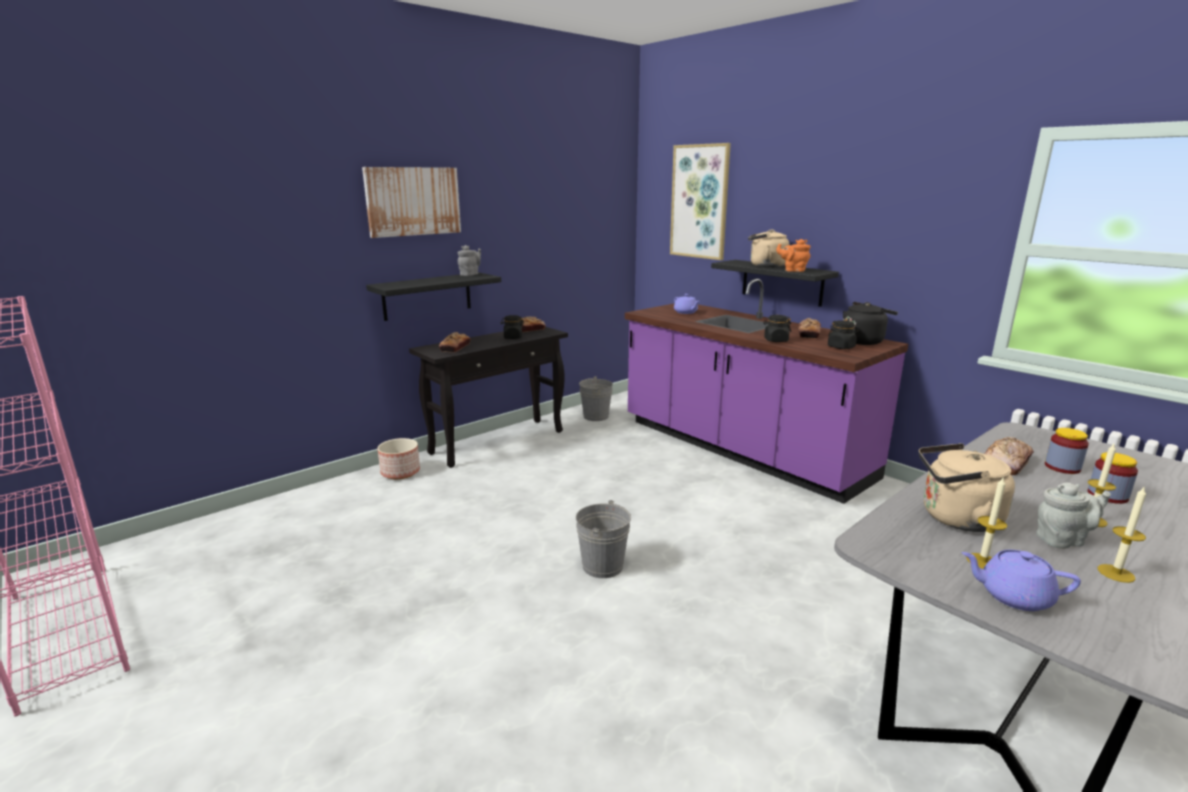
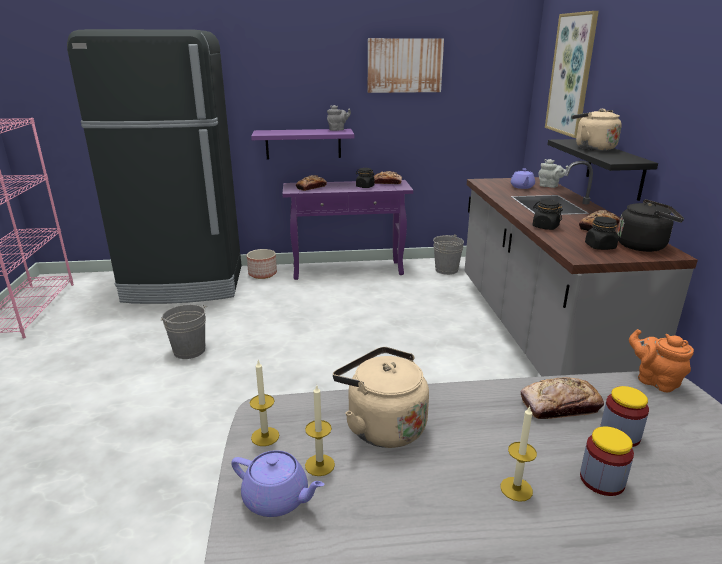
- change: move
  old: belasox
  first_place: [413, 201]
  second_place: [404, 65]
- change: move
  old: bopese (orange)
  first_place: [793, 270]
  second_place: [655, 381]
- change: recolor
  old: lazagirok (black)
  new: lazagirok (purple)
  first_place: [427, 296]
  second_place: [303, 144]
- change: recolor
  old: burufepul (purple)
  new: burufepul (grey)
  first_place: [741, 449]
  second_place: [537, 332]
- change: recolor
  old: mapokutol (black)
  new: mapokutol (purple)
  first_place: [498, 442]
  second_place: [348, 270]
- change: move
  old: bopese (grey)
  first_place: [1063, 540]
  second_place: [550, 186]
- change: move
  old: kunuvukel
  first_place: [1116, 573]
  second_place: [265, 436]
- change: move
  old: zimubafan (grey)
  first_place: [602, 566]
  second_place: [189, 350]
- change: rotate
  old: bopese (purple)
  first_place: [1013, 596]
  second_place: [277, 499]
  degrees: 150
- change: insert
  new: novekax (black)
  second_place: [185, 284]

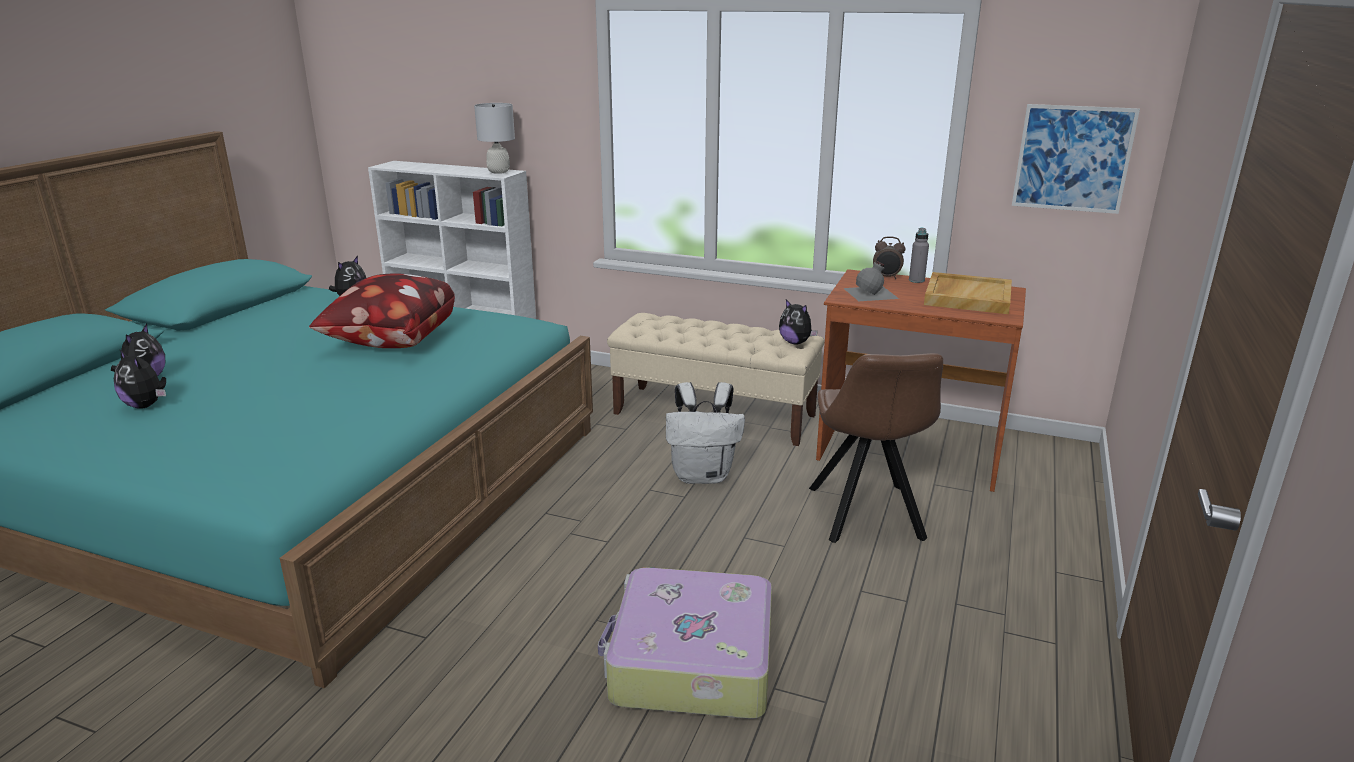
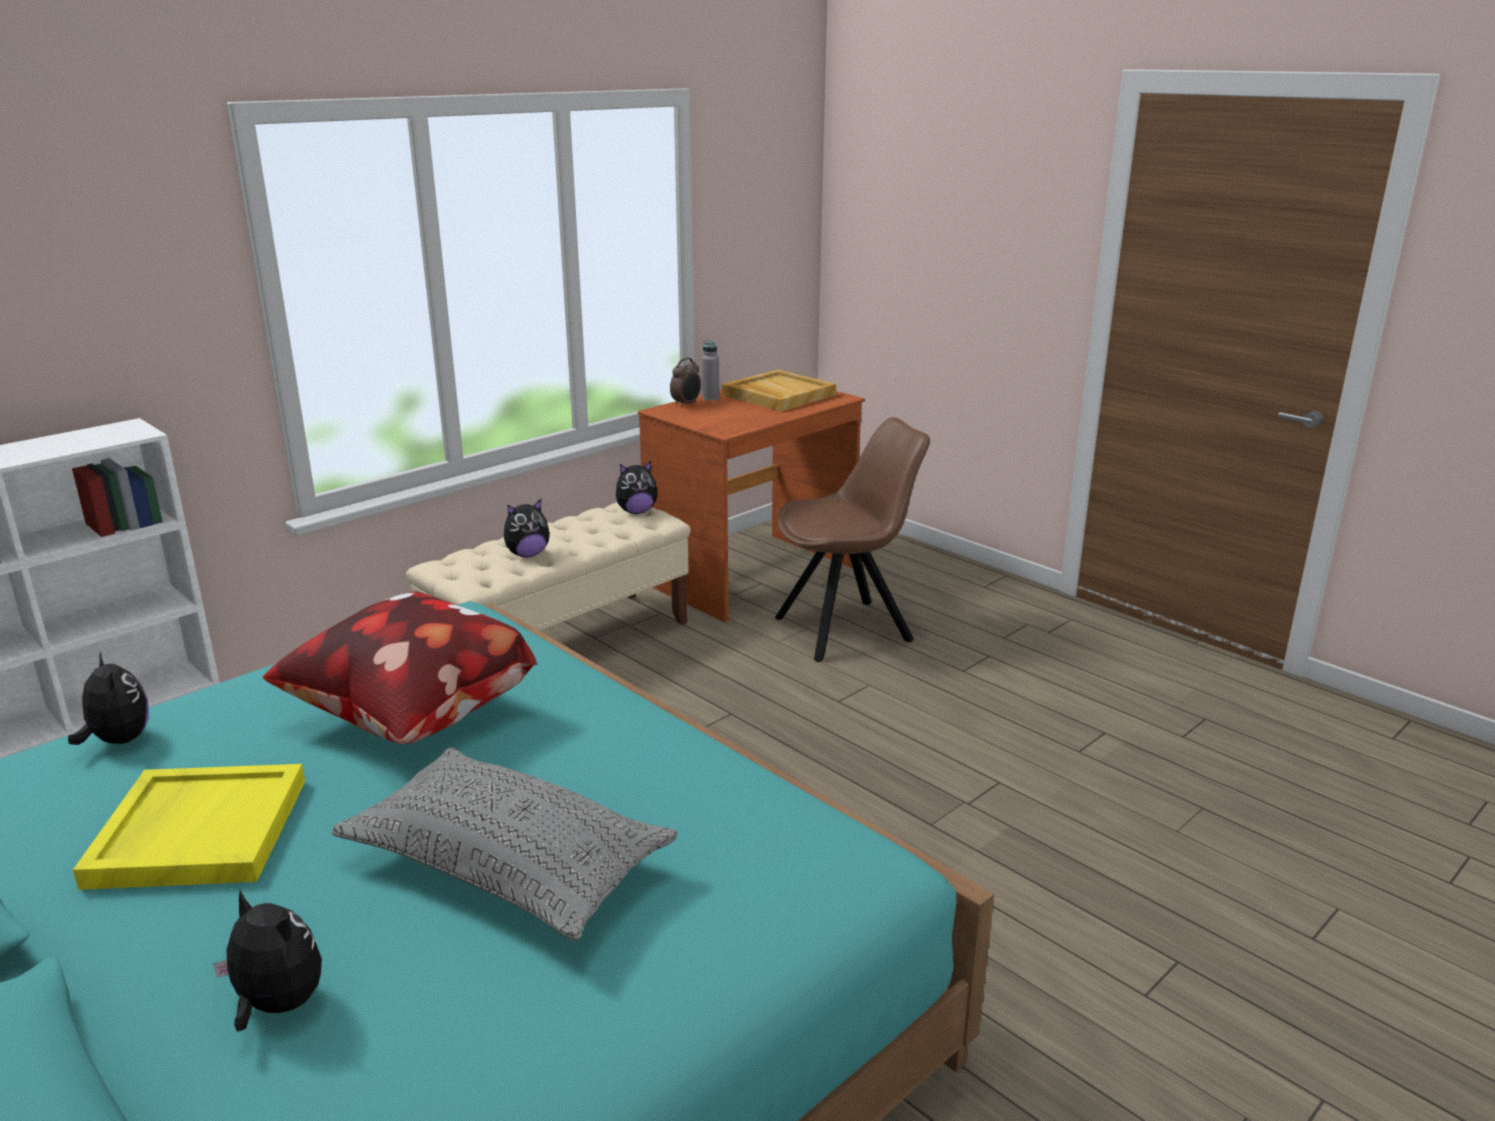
- change: delete
  old: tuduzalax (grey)
  first_place: [499, 172]
- change: delete
  old: belasox
  first_place: [1073, 158]
- change: delete
  old: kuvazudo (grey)
  first_place: [871, 293]
- change: move
  old: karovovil
  first_place: [146, 405]
  second_place: [527, 554]
- change: rotate
  old: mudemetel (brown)
  first_place: [866, 513]
  second_place: [844, 630]
  degrees: -45
- change: delete
  old: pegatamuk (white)
  first_place: [703, 475]
- change: delete
  old: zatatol
  first_place: [690, 662]
- change: insert
  new: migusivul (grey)
  second_place: [508, 866]
- change: insert
  new: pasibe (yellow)
  second_place: [198, 831]

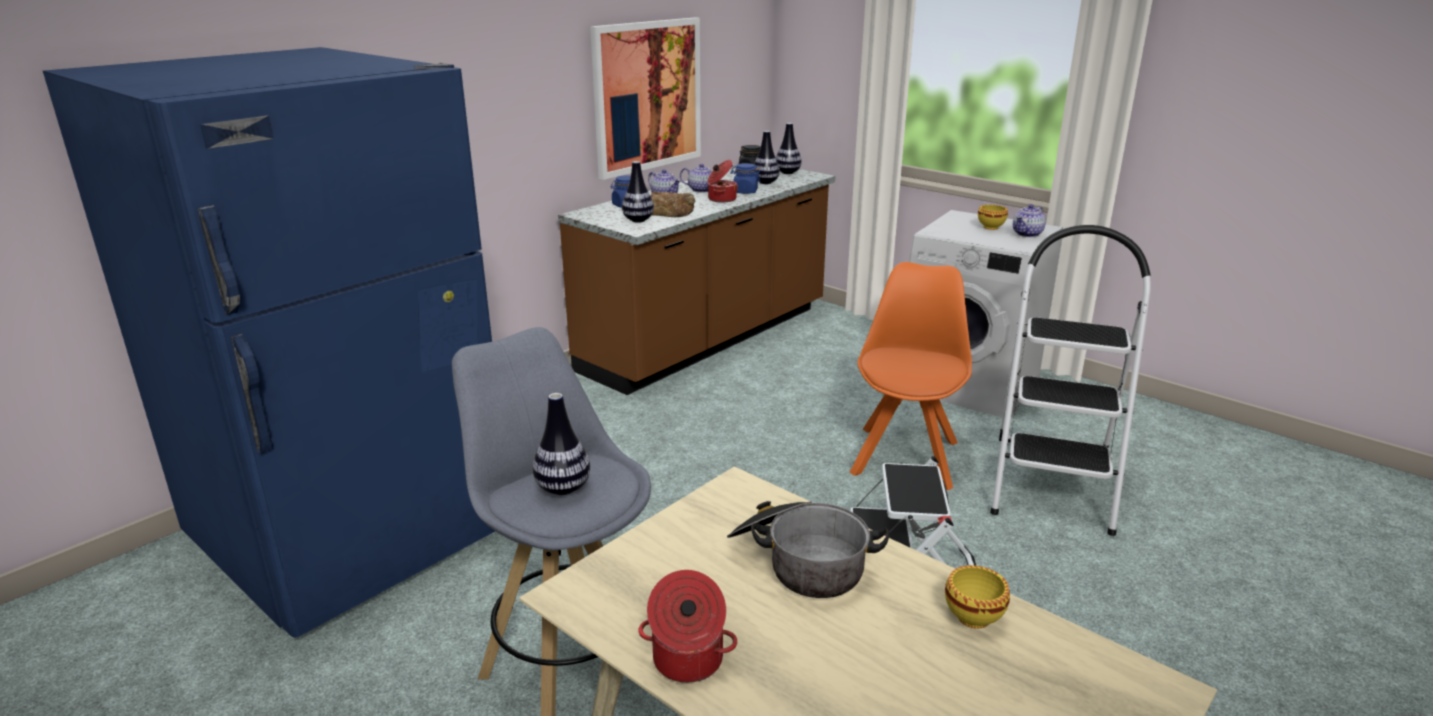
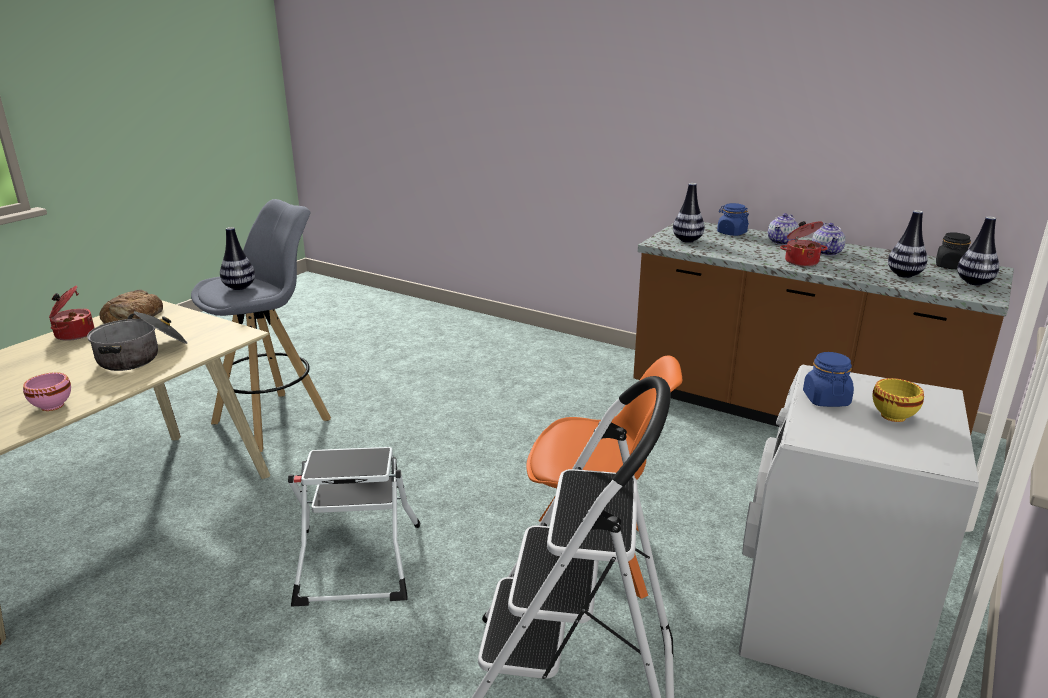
- change: delete
  old: belasox
  first_place: [647, 96]
- change: delete
  old: novekax (blue)
  first_place: [352, 530]
- change: move
  old: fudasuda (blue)
  first_place: [745, 192]
  second_place: [825, 399]
- change: move
  old: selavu
  first_place: [670, 211]
  second_place: [133, 317]
- change: delete
  old: bopese
  first_place: [1027, 234]
- change: recolor
  old: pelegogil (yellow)
  new: pelegogil (pink)
  first_place: [971, 616]
  second_place: [54, 405]

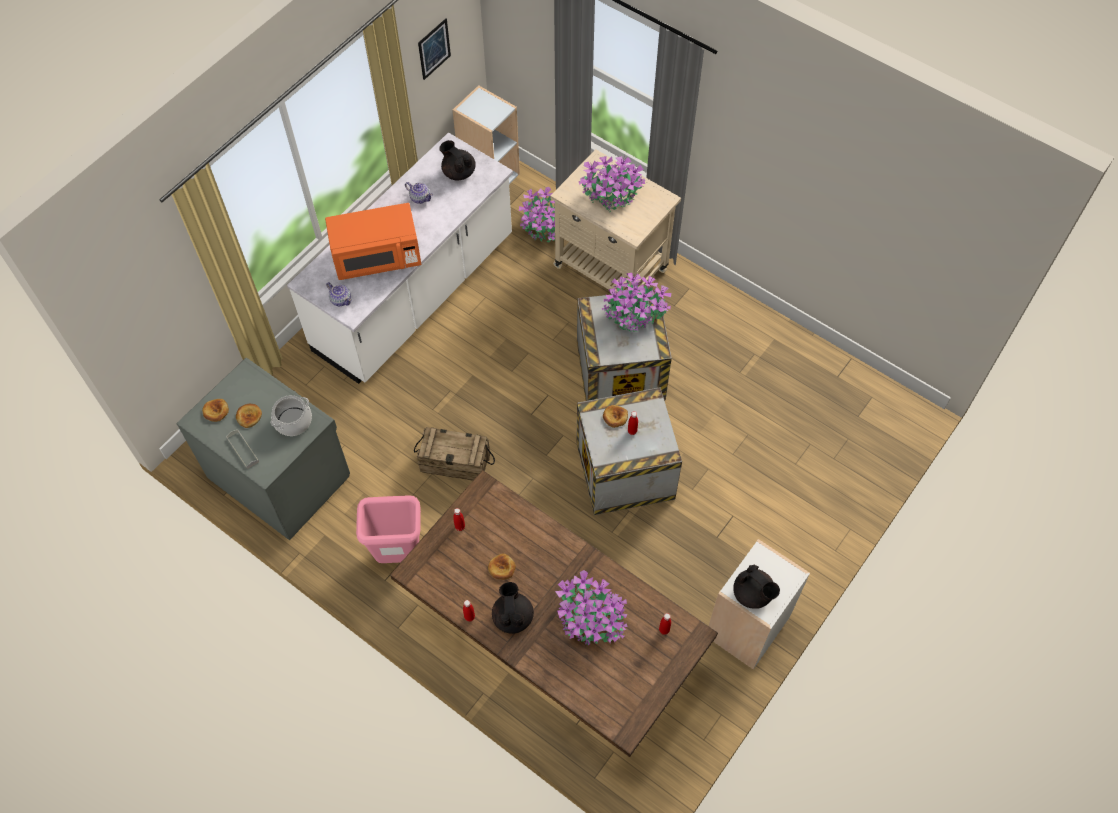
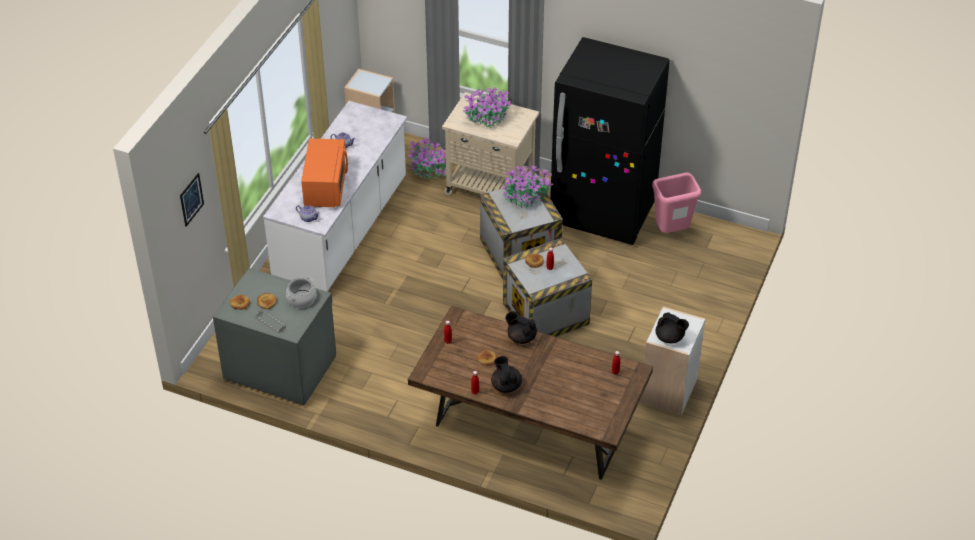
- change: move
  old: belasox
  first_place: [434, 49]
  second_place: [191, 199]
- change: move
  old: bopese (black)
  first_place: [458, 172]
  second_place: [521, 337]
- change: rotate
  old: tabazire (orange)
  first_place: [377, 257]
  second_place: [325, 187]
  degrees: -60
- change: delete
  old: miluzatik
  first_place: [455, 463]
- change: move
  old: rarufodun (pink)
  first_place: [399, 554]
  second_place: [672, 232]
- change: delete
  old: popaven
  first_place: [591, 619]
- change: insert
  new: novekax (black)
  second_place: [603, 214]

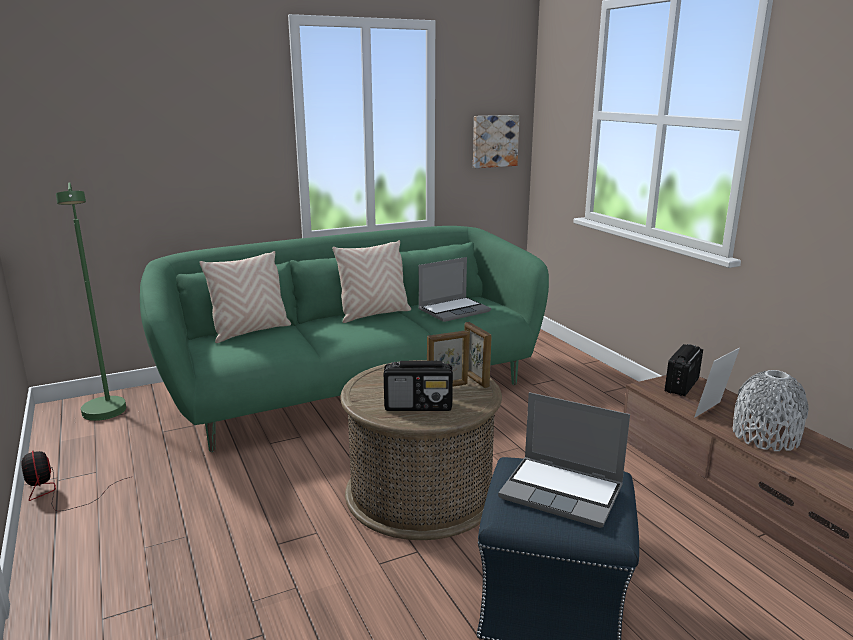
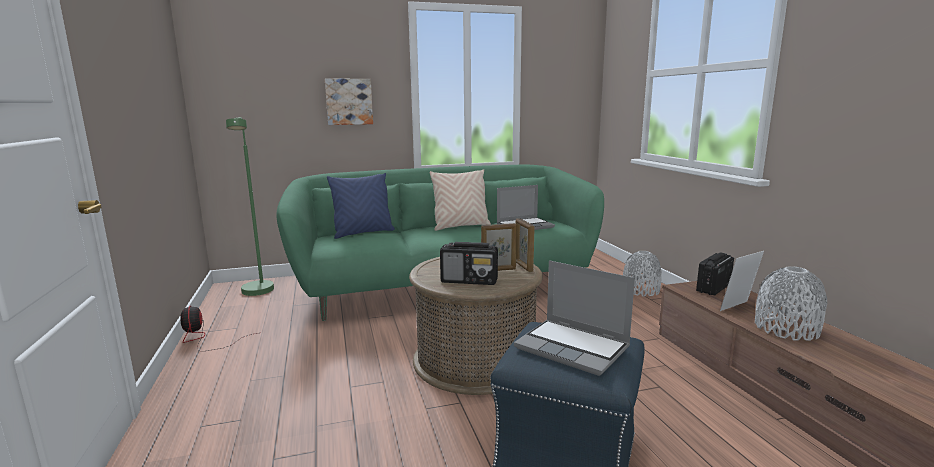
- change: move
  old: belasox
  first_place: [494, 141]
  second_place: [349, 101]
- change: recolor
  old: migusivul (beige)
  new: migusivul (blue)
  first_place: [250, 331]
  second_place: [363, 233]
- change: insert
  new: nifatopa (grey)
  second_place: [641, 290]

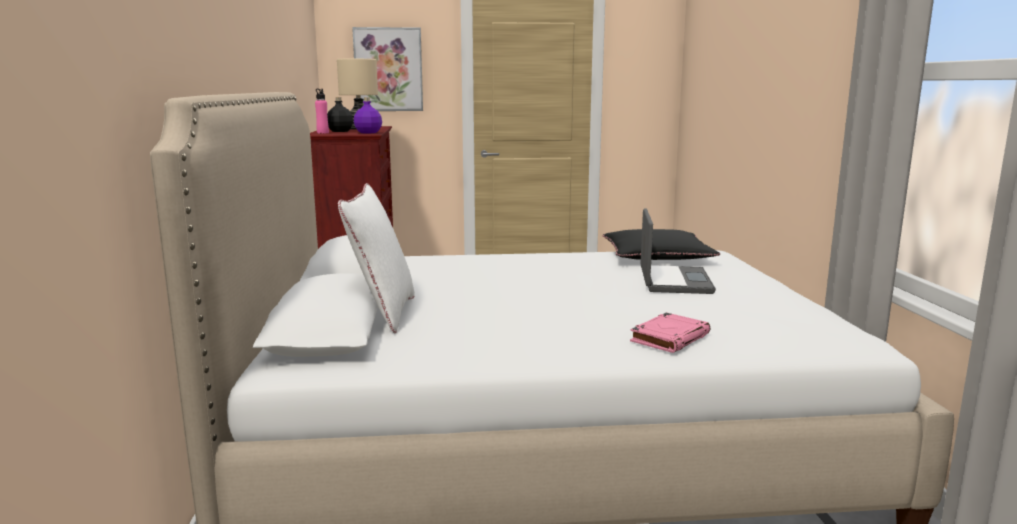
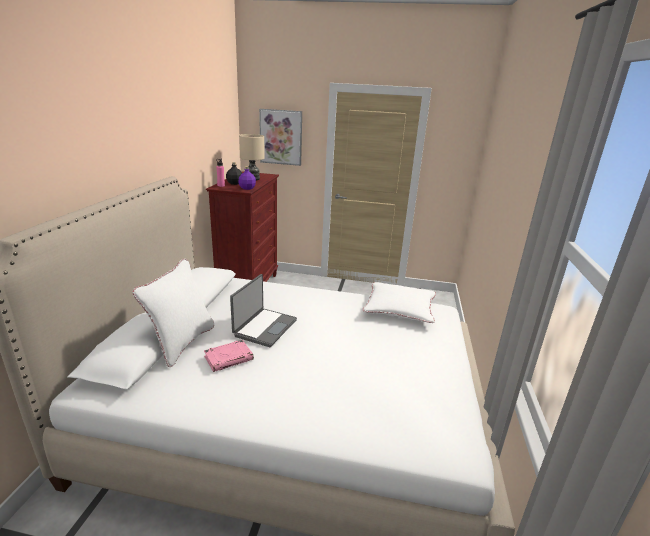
- change: move
  old: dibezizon
  first_place: [673, 281]
  second_place: [264, 327]
- change: recolor
  old: migusivul (black)
  new: migusivul (white)
  first_place: [657, 256]
  second_place: [399, 308]
- change: move
  old: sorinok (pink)
  first_place: [670, 338]
  second_place: [229, 358]

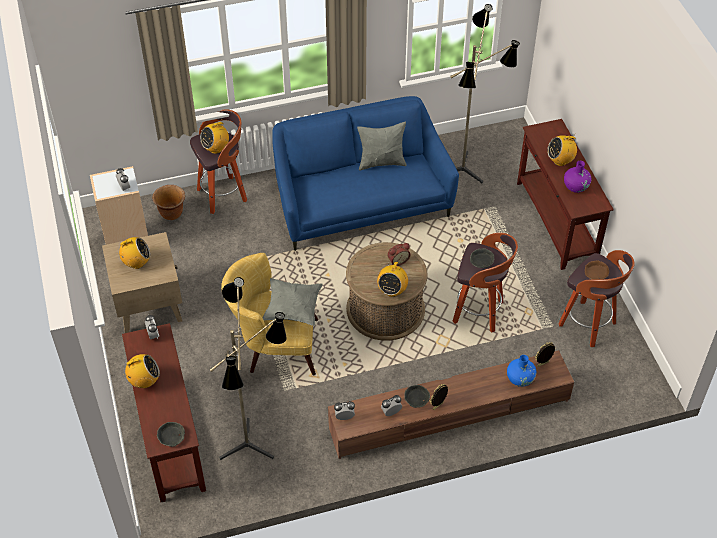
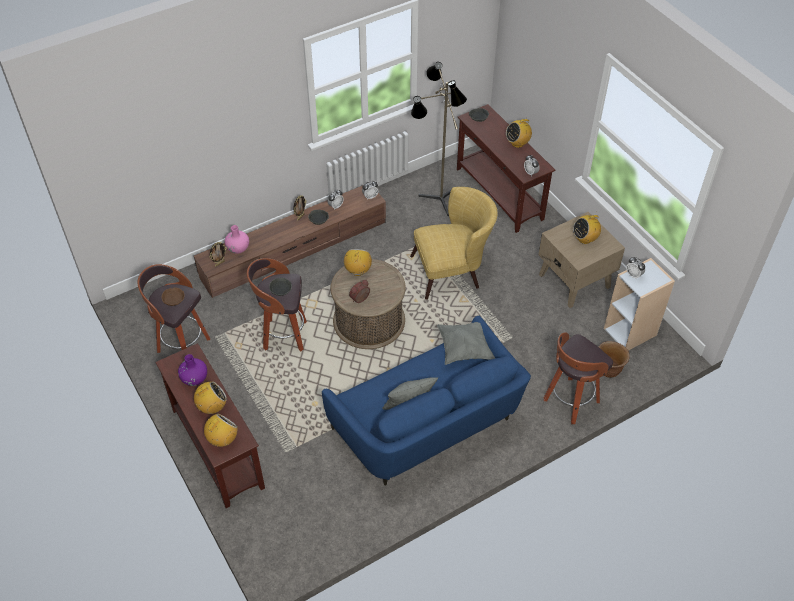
- change: delete
  old: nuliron
  first_place: [468, 170]
- change: move
  old: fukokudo
  first_place: [216, 148]
  second_place: [223, 439]
- change: move
  old: migusivul (grey)
  first_place: [292, 309]
  second_place: [465, 349]
- change: recolor
  old: nifatopa (blue)
  new: nifatopa (pink)
  first_place: [520, 379]
  second_place: [238, 248]

